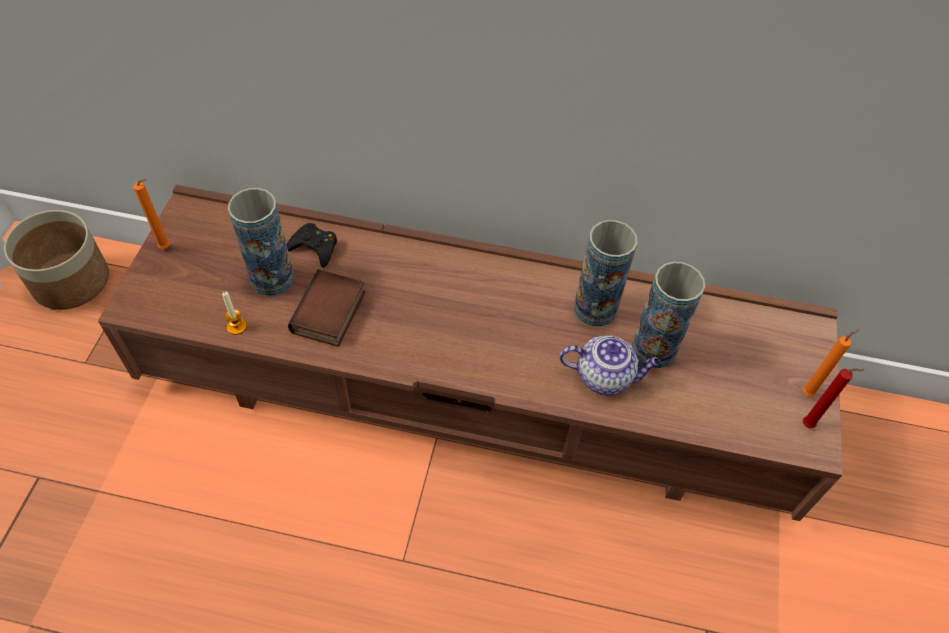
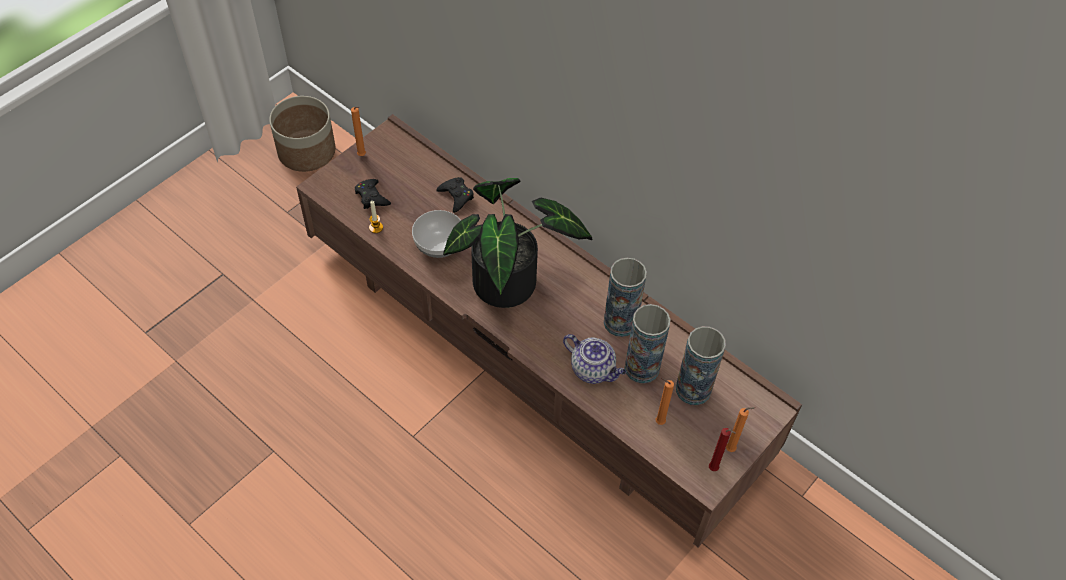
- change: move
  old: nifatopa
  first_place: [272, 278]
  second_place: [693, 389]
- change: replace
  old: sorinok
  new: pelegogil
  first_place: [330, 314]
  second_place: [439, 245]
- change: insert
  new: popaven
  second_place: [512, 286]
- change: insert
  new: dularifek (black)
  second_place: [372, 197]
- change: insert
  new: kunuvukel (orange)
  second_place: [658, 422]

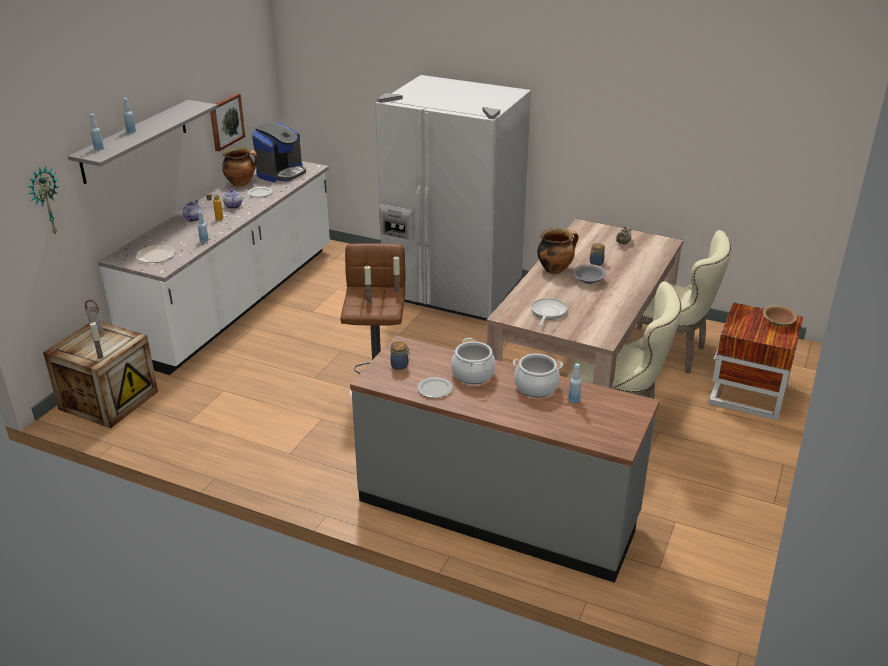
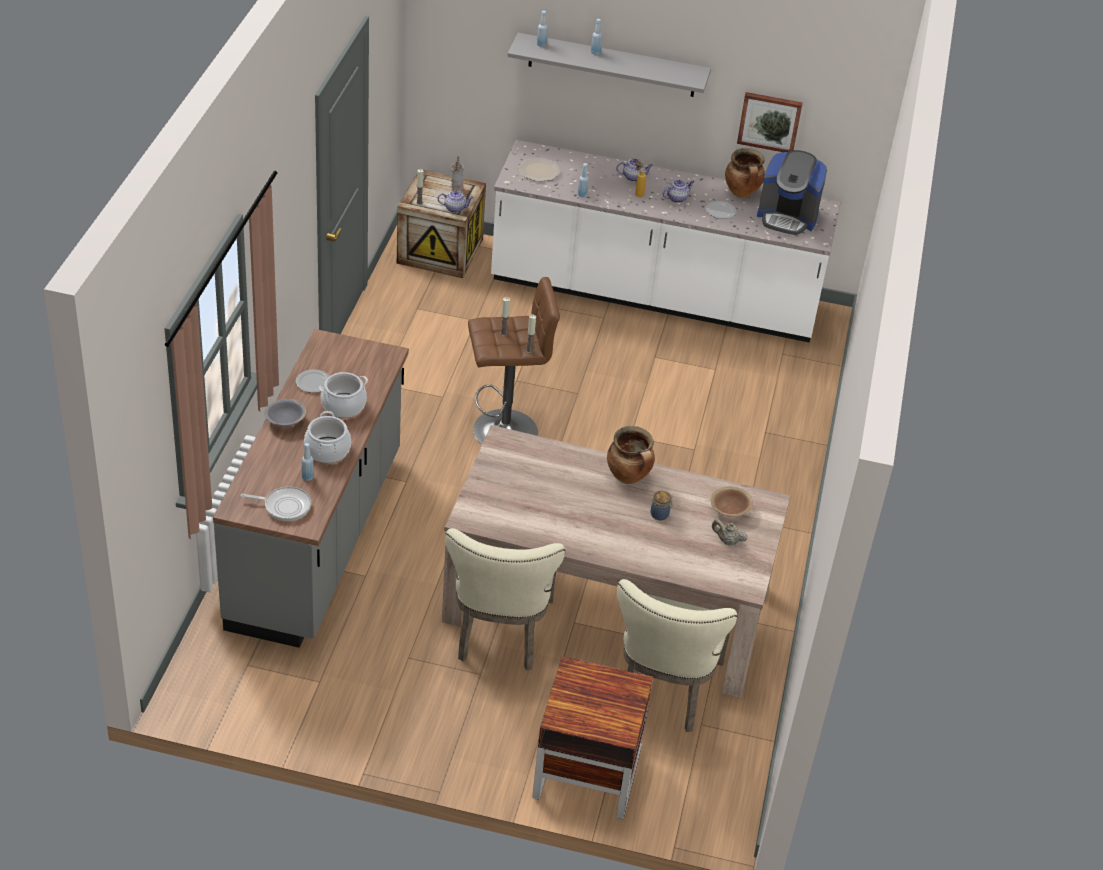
- change: delete
  old: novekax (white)
  first_place: [453, 292]
- change: delete
  old: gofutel
  first_place: [45, 201]
- change: move
  old: pelegogil (grey)
  first_place: [588, 281]
  second_place: [285, 421]
- change: move
  old: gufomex
  first_place: [547, 313]
  second_place: [284, 506]
- change: move
  old: pelegogil (brown)
  first_place: [778, 322]
  second_place: [729, 509]
- change: delete
  old: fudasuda
  first_place: [400, 365]
- change: insert
  new: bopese
  second_place: [455, 208]

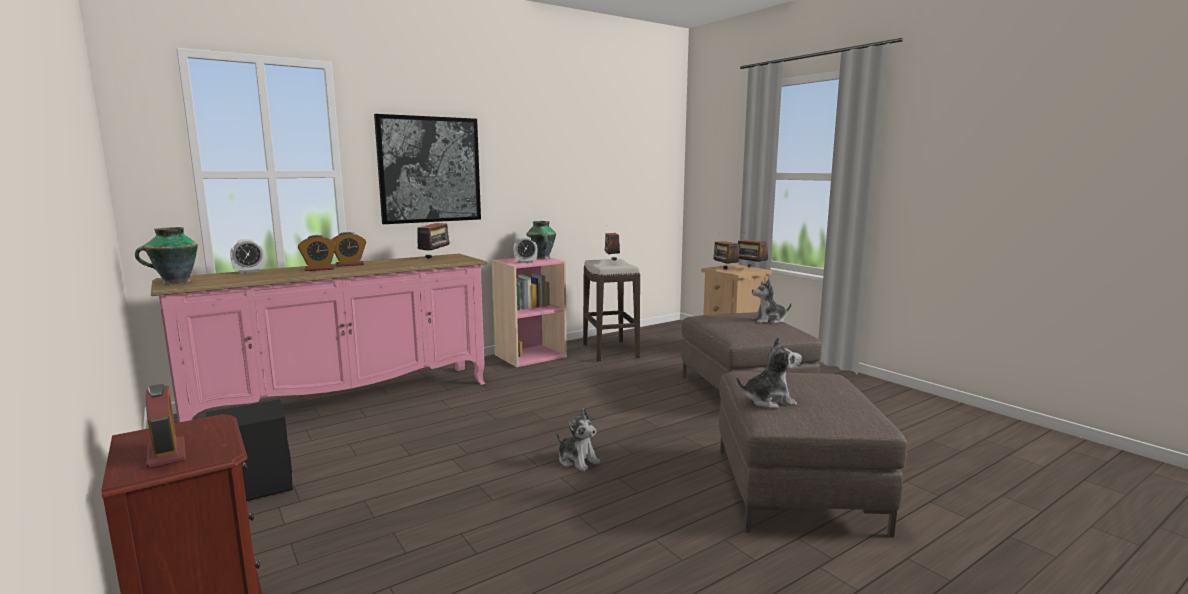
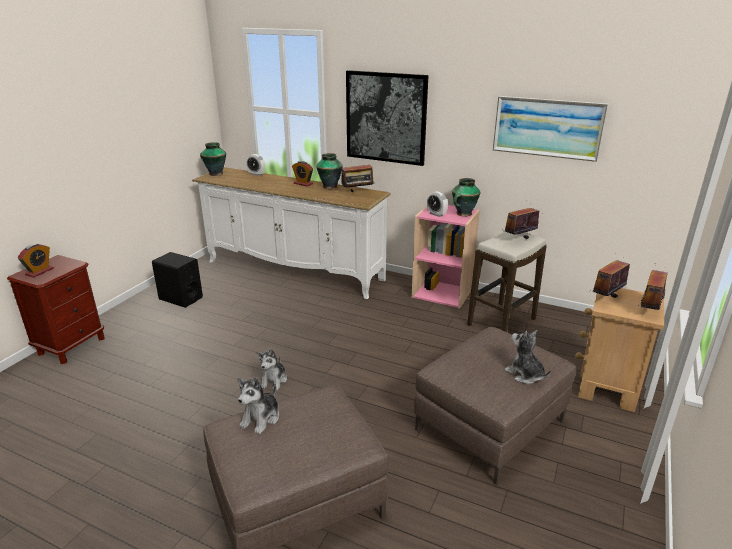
- change: delete
  old: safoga
  first_place: [319, 269]
- change: recolor
  old: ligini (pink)
  new: ligini (white)
  first_place: [346, 402]
  second_place: [293, 271]
- change: rotate
  old: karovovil
  first_place: [768, 401]
  second_place: [261, 418]
  degrees: 60
- change: insert
  new: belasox
  second_place: [547, 127]
- change: insert
  new: nifatopa
  second_place: [330, 186]

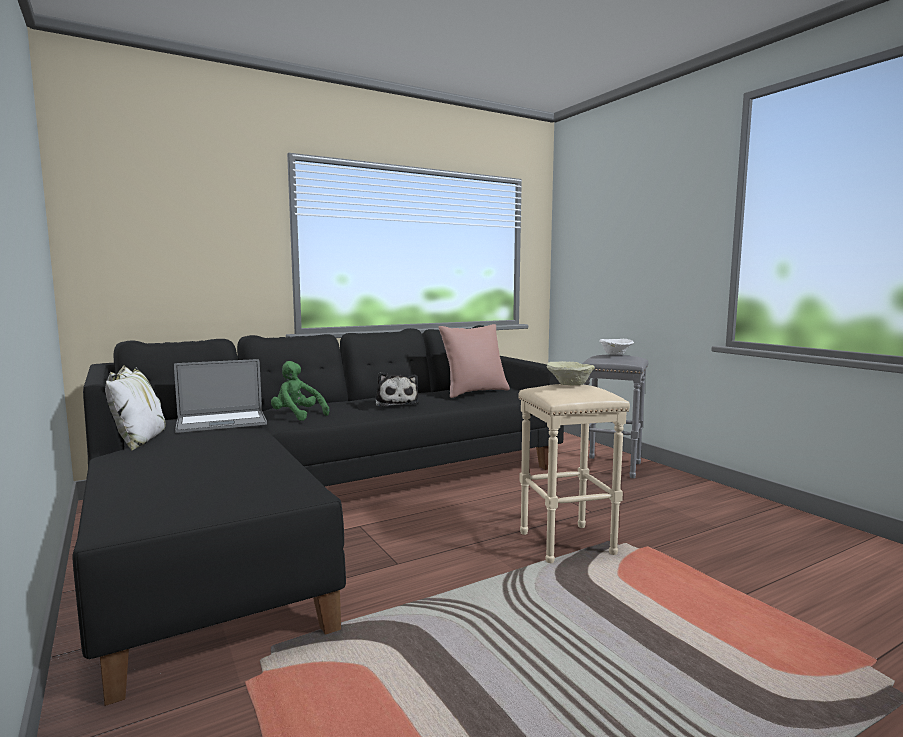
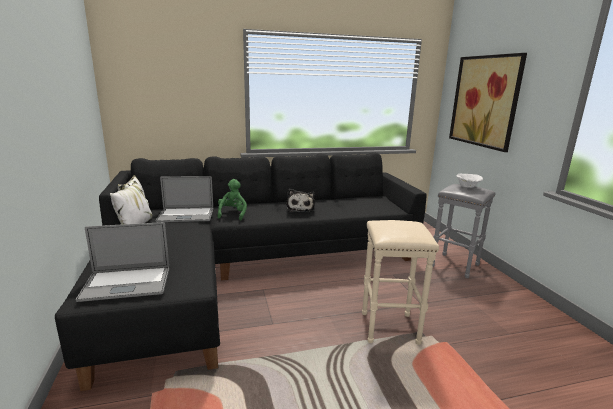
- change: delete
  old: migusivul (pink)
  first_place: [474, 392]
- change: rotate
  old: karovovil (green)
  first_place: [297, 416]
  second_place: [232, 214]
  degrees: 45
- change: delete
  old: pelegogil (beige)
  first_place: [570, 384]
- change: insert
  new: belasox
  second_place: [484, 101]
- change: insert
  new: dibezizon
  second_place: [126, 283]

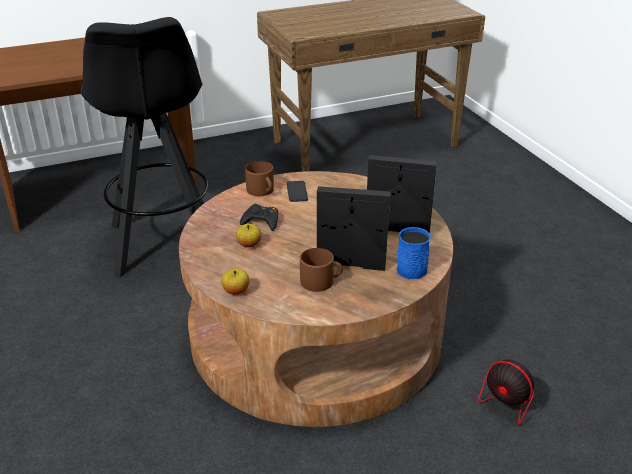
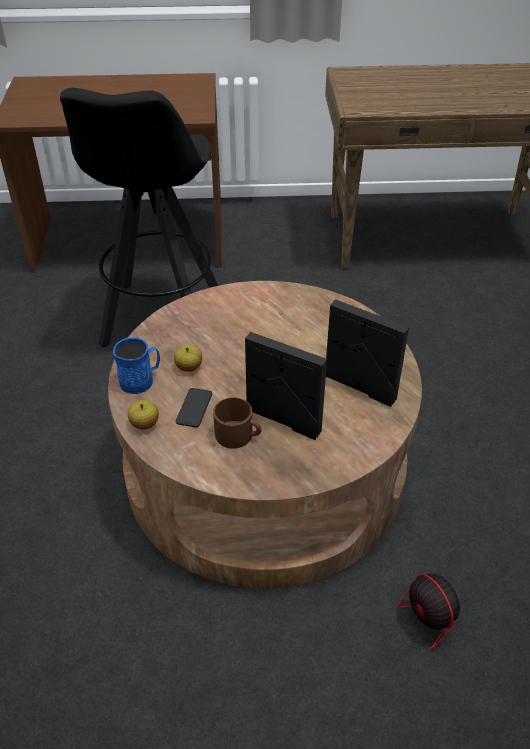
- change: delete
  old: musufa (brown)
  first_place: [262, 191]
- change: move
  old: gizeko
  first_place: [297, 191]
  second_place: [194, 408]
- change: delete
  old: dularifek (black)
  first_place: [261, 221]
- change: move
  old: musufa (blue)
  first_place: [414, 268]
  second_place: [141, 380]

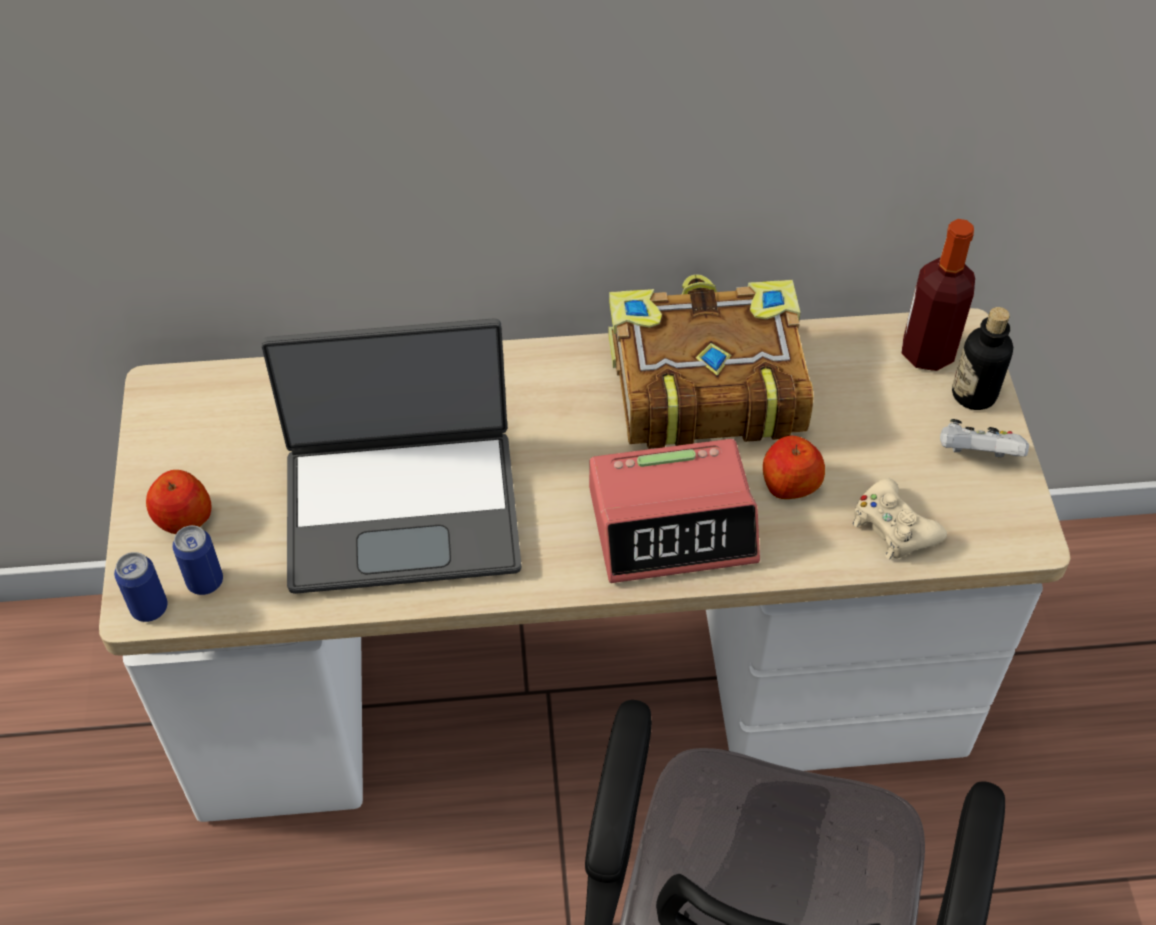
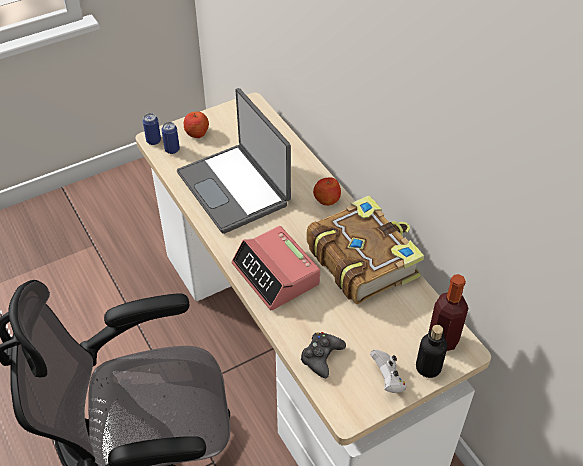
- change: move
  old: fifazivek
  first_place: [790, 483]
  second_place: [327, 199]
- change: recolor
  old: dularifek (beige)
  new: dularifek (black)
  first_place: [893, 527]
  second_place: [321, 357]

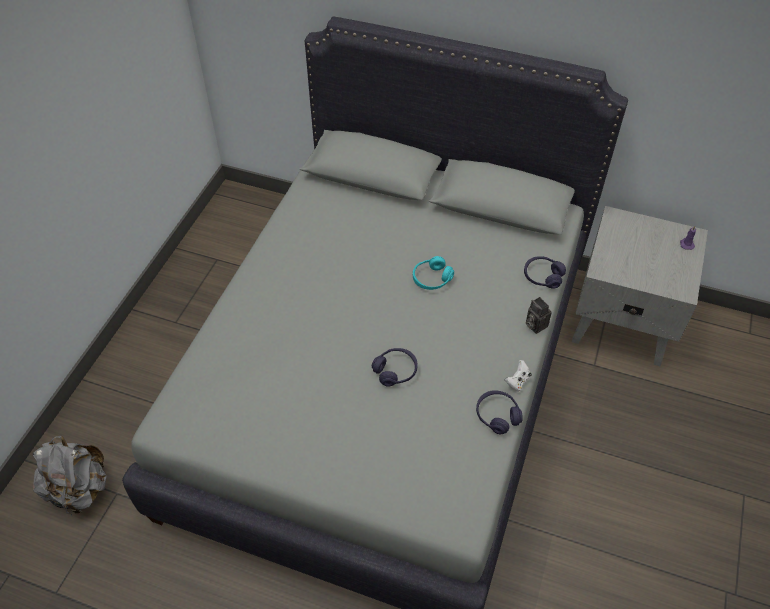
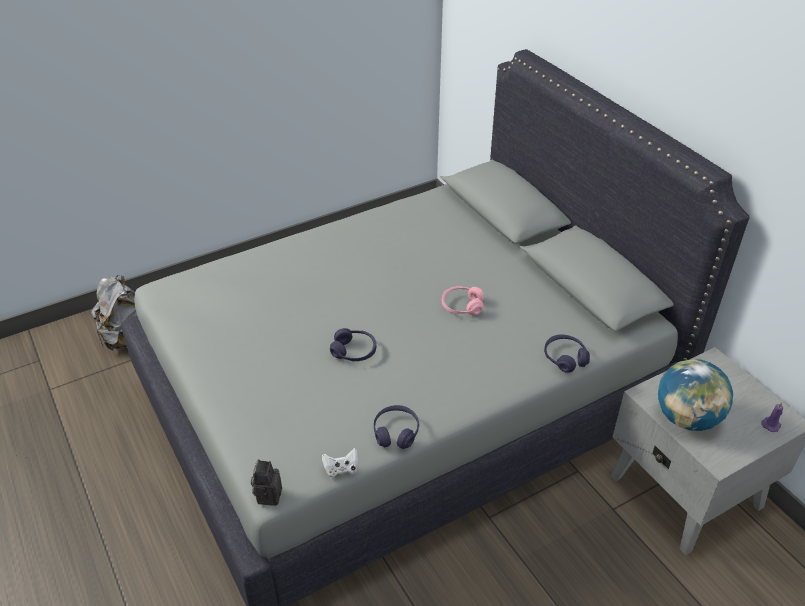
- change: recolor
  old: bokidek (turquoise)
  new: bokidek (pink)
  first_place: [432, 279]
  second_place: [462, 306]
- change: move
  old: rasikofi
  first_place: [534, 324]
  second_place: [268, 494]
- change: move
  old: dularifek (white)
  first_place: [517, 381]
  second_place: [341, 469]
- change: insert
  new: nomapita
  second_place: [686, 418]

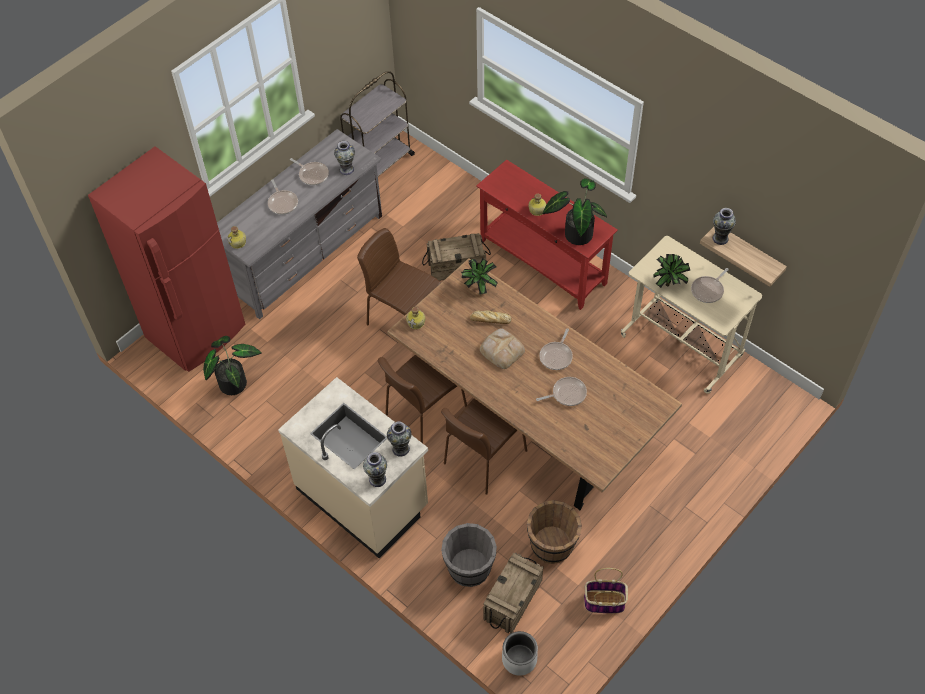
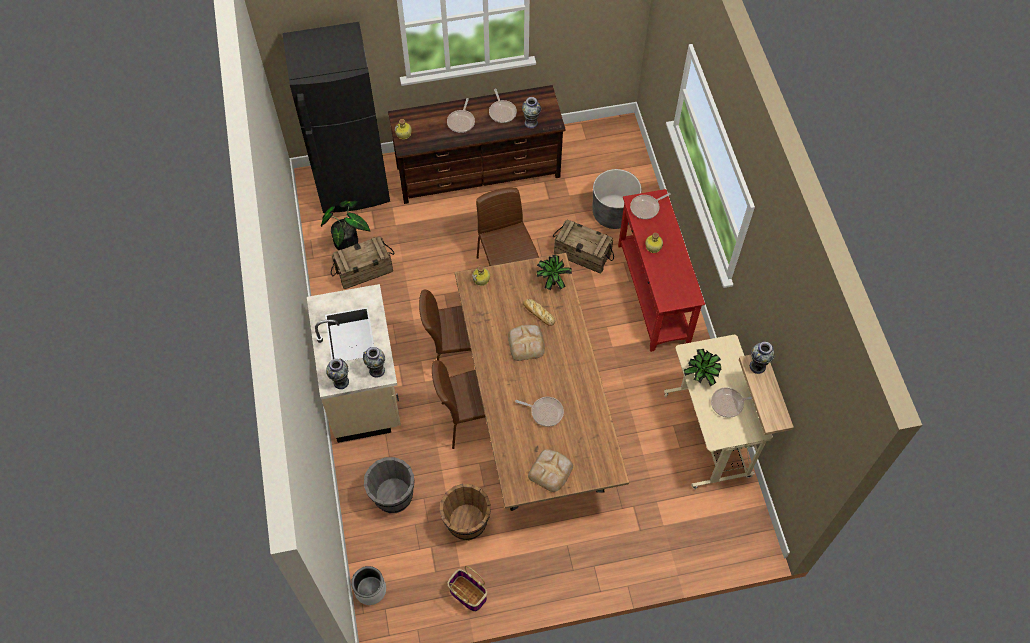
- change: delete
  old: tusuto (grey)
  first_place: [379, 165]
- change: recolor
  old: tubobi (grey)
  new: tubobi (brown)
  first_place: [306, 253]
  second_place: [479, 173]
- change: recolor
  old: novekax (red)
  new: novekax (black)
  first_place: [196, 332]
  second_place: [353, 186]
- change: delete
  old: popaven
  first_place: [575, 233]
- change: move
  old: gufomex
  first_place: [556, 356]
  second_place: [646, 208]
- change: move
  old: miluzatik
  first_place: [513, 601]
  second_place: [364, 271]
- change: insert
  new: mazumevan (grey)
  second_place: [613, 213]
- change: insert
  new: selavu
  second_place: [551, 470]

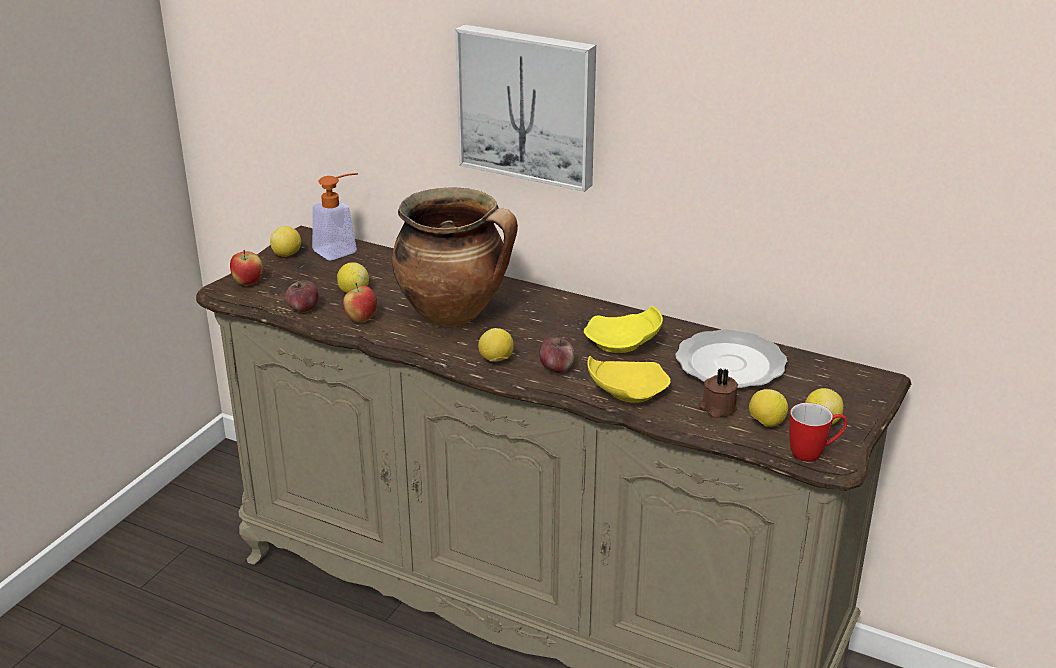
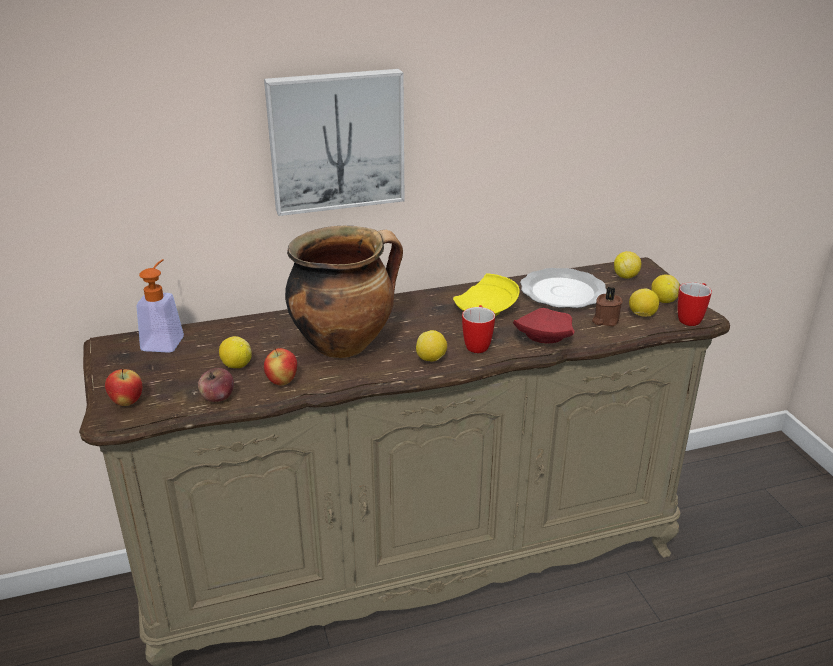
- change: move
  old: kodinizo
  first_place: [287, 254]
  second_place: [625, 276]
- change: replace
  old: fifazivek
  new: musufa
  first_place: [556, 368]
  second_place: [477, 344]
- change: recolor
  old: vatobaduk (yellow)
  new: vatobaduk (red)
  first_place: [626, 392]
  second_place: [543, 337]

